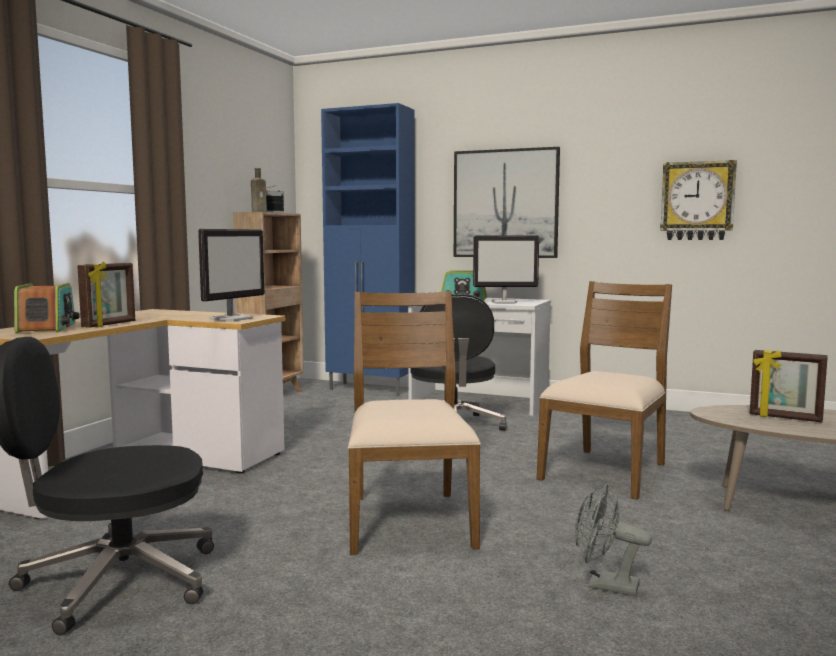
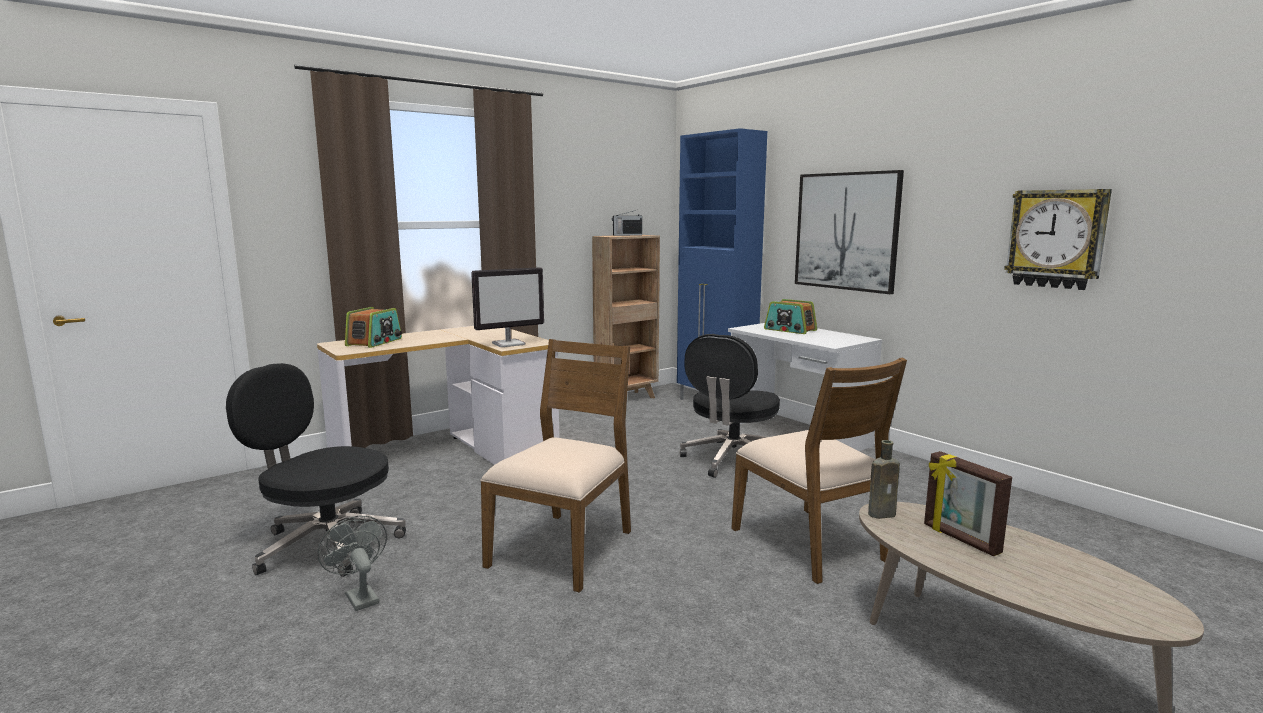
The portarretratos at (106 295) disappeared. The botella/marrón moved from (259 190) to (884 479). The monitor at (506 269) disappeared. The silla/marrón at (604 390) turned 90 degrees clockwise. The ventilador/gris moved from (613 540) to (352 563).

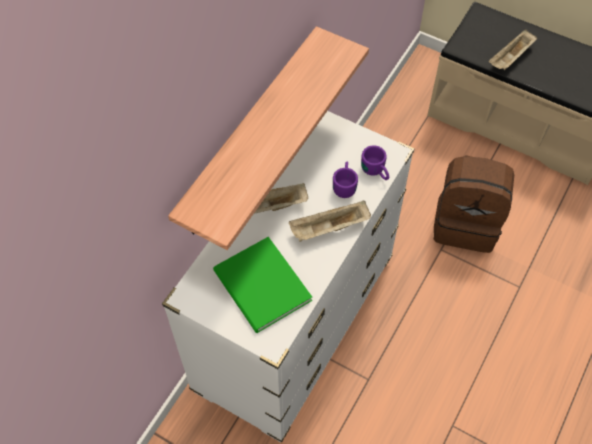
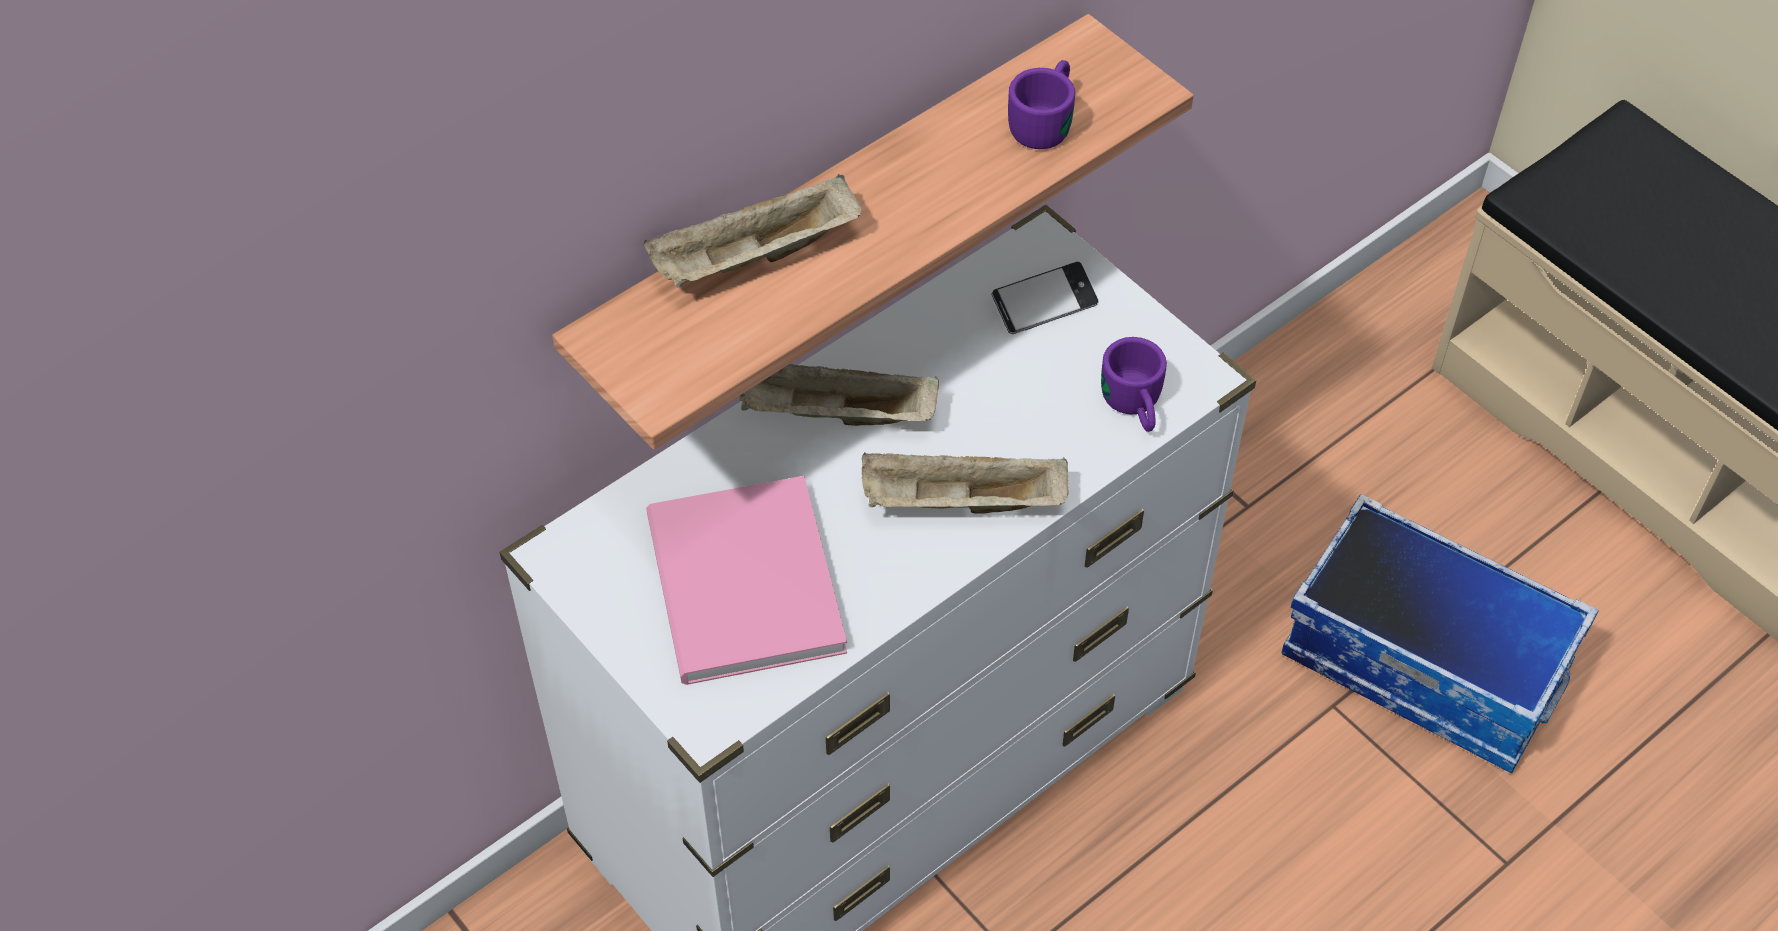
The libro/verde at (262 285) became the libro/rosa at (746 580). The taza grande/morado moved from (345 180) to (1041 104). The mochila/marrón at (474 204) was replaced by the caja de almacenaje at (1440 633). The bandeja/beis moved from (513 49) to (753 230). The móvil at (1045 298) appeared.

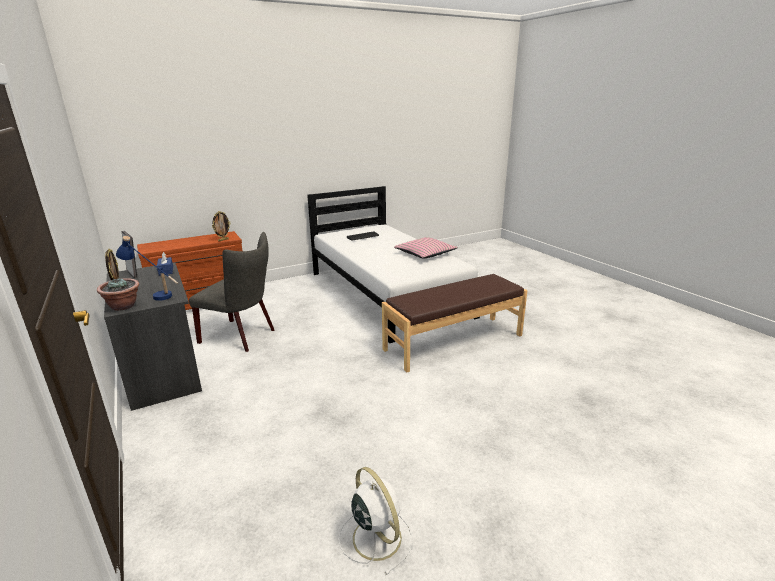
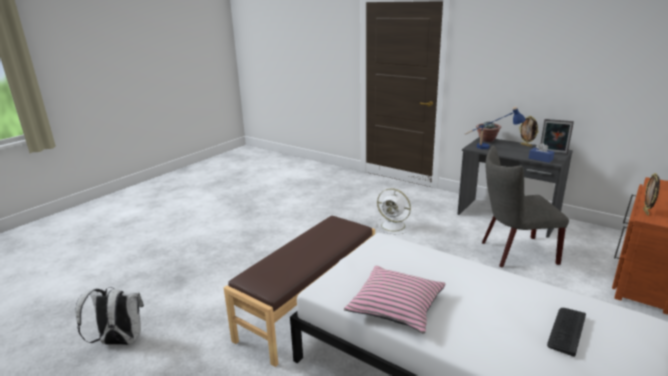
The ventilador/blanco moved from (375 521) to (394 211). The mochila/blanco at (110 316) appeared.

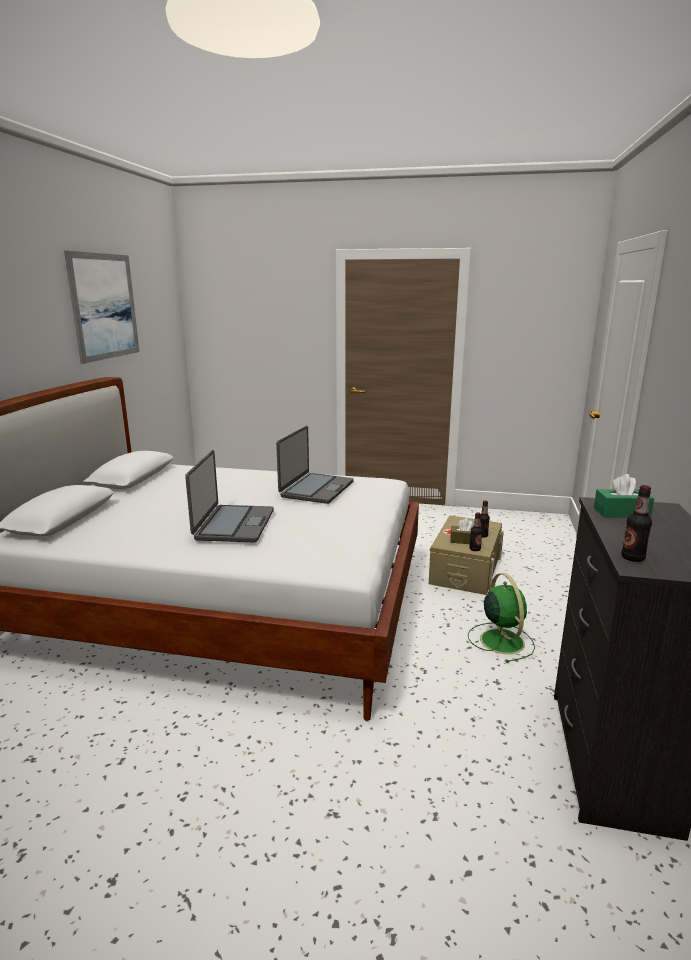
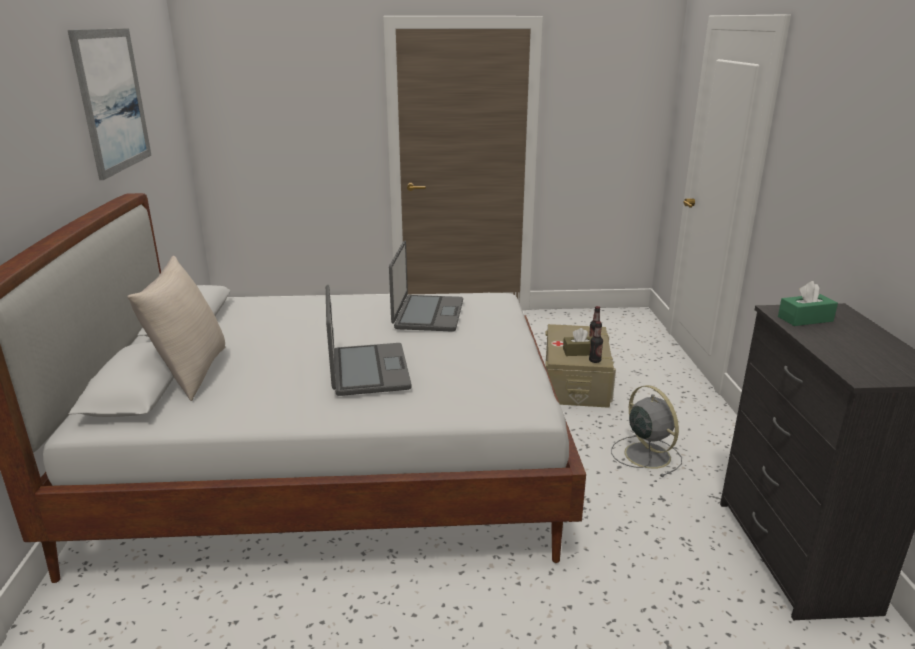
The ventilador/verde at (501 618) became the ventilador/gris at (646 431). The botella at (636 523) disappeared. The cojín/beis at (176 328) appeared.

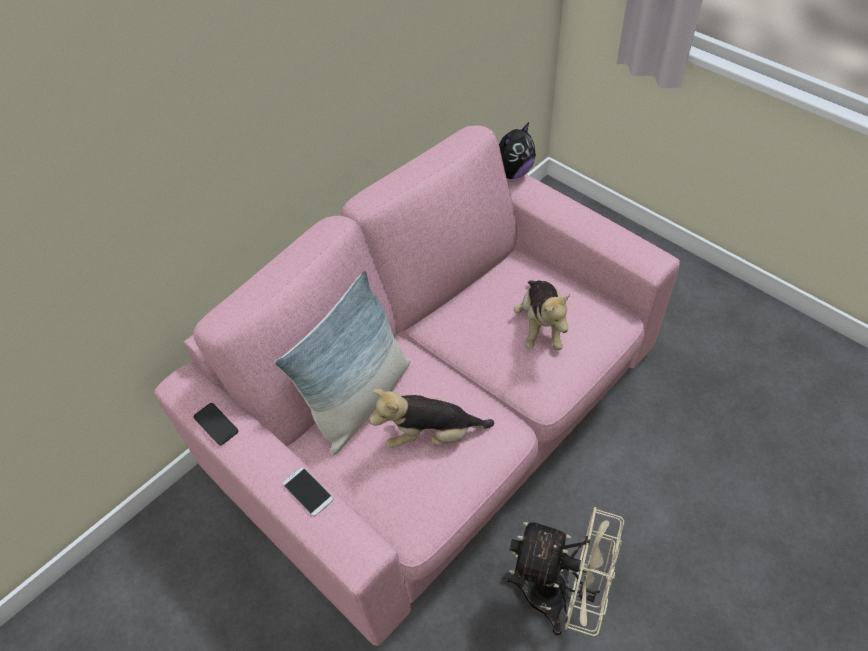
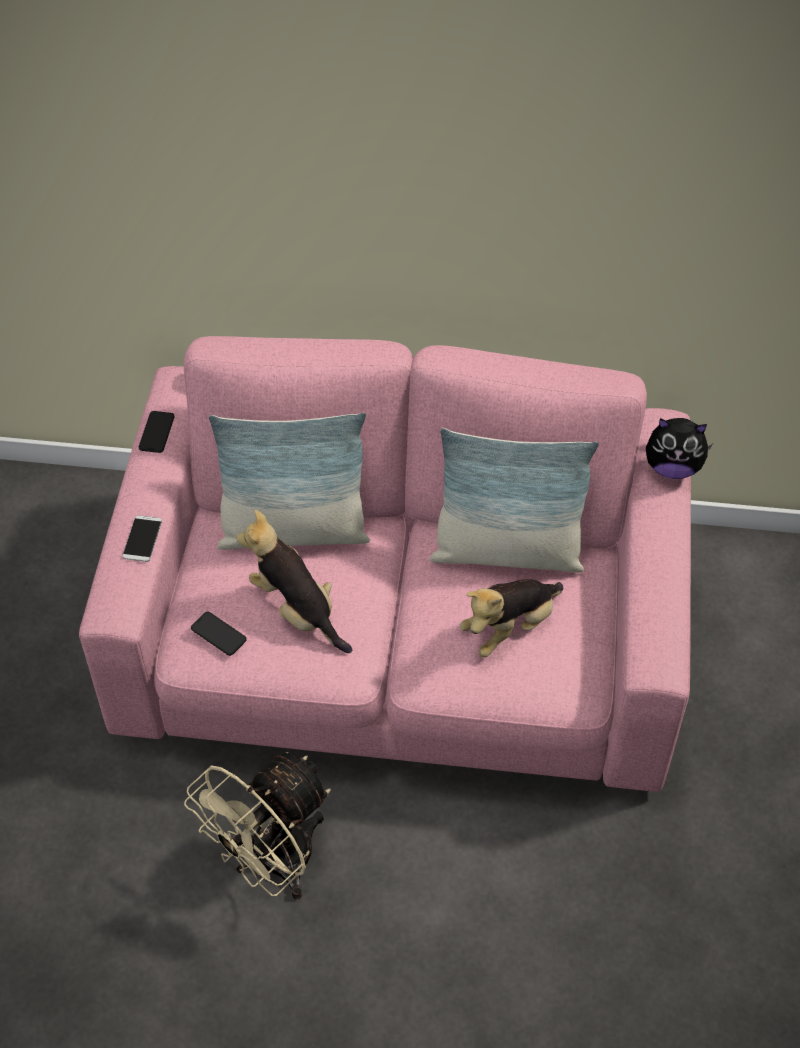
The ventilador/beis at (563 571) turned 60 degrees clockwise. The móvil at (219 633) appeared. The cojín at (514 500) appeared.

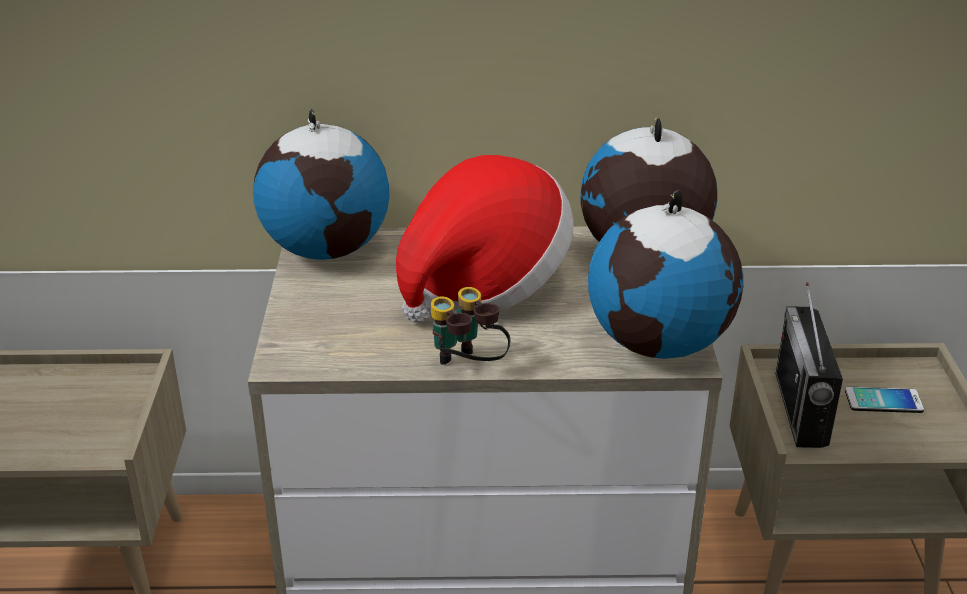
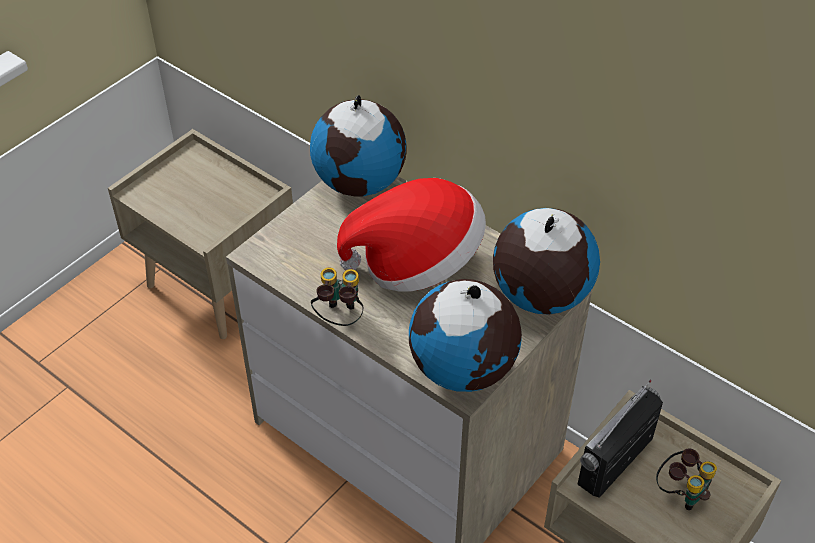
The móvil at (884 400) was replaced by the prismáticos at (686 479).

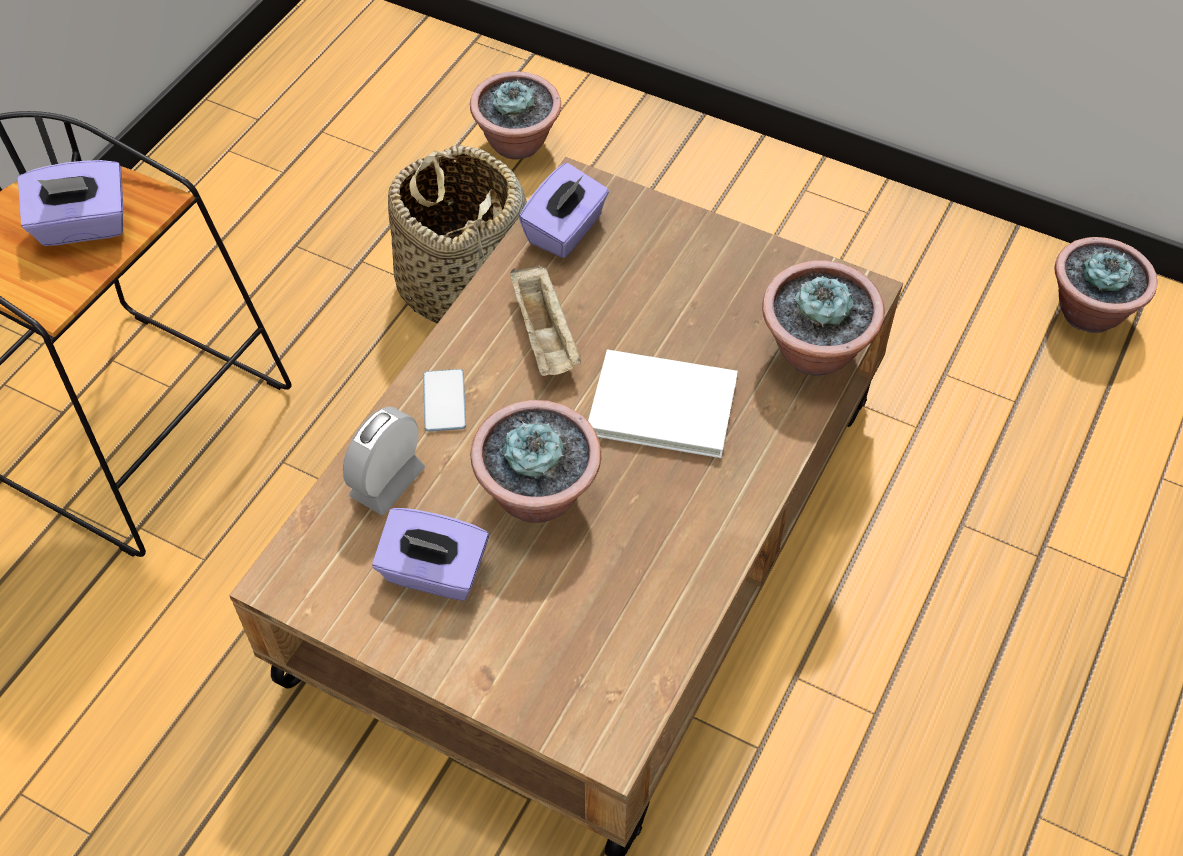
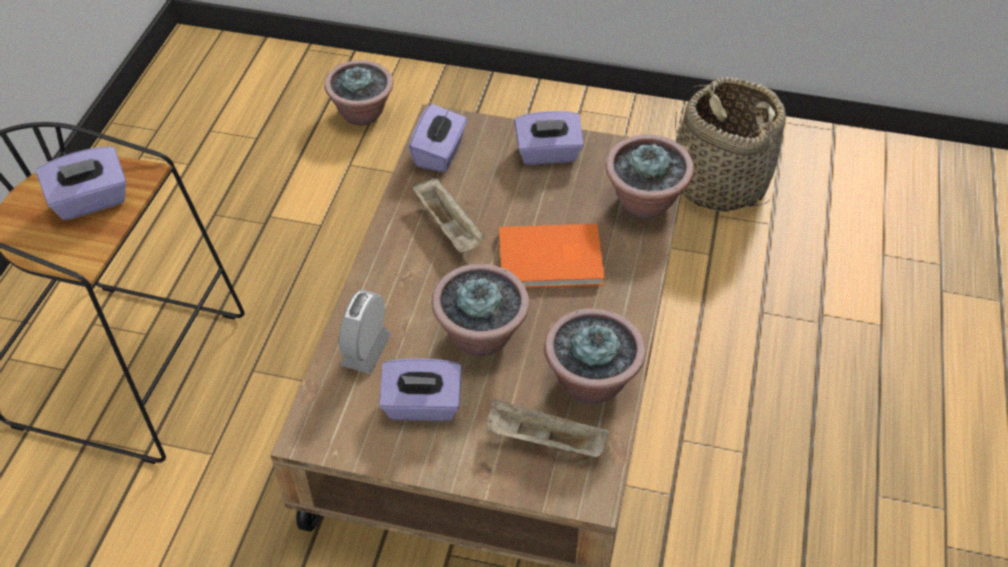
The cesta moved from (457 234) to (730 144). The móvil at (444 400) disappeared. The libro/blanco at (663 403) became the libro/naranja at (552 256). The planta en maceta moved from (1106 285) to (594 356). The bandeja/beis at (548 428) appeared. The caja de pañuelos/morado at (549 138) appeared.

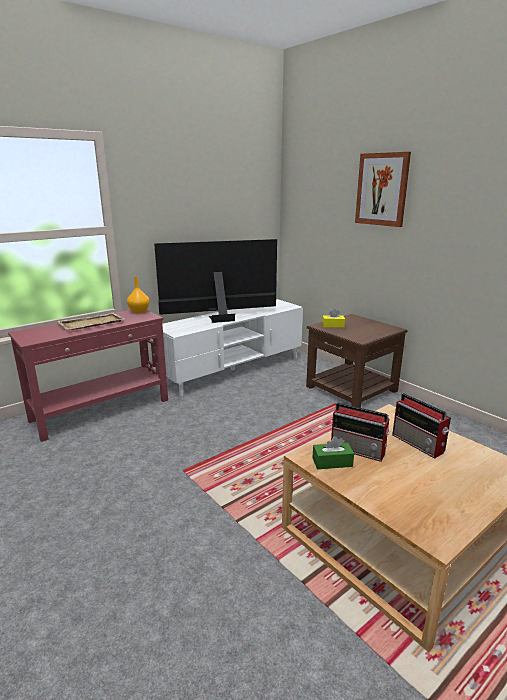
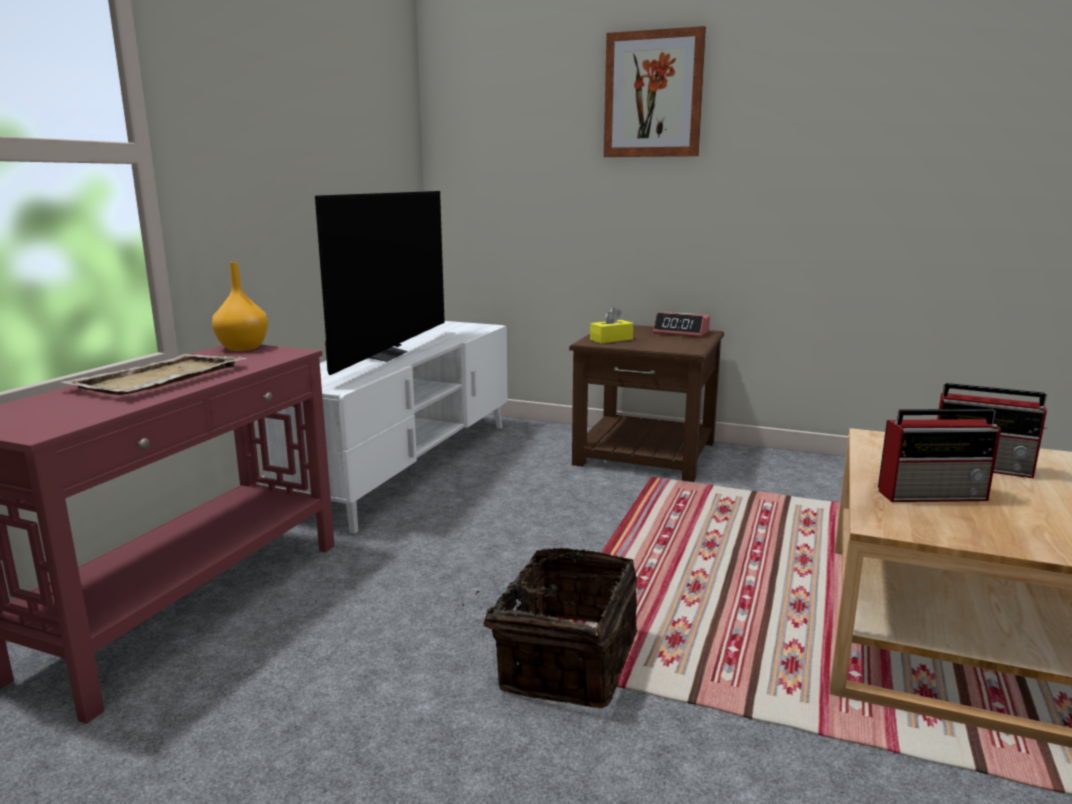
The televisor at (215 281) turned 150 degrees clockwise. The caja de pañuelos/verde at (333 452) disappeared. The cesta at (549 628) appeared. The despertador at (681 324) appeared.

